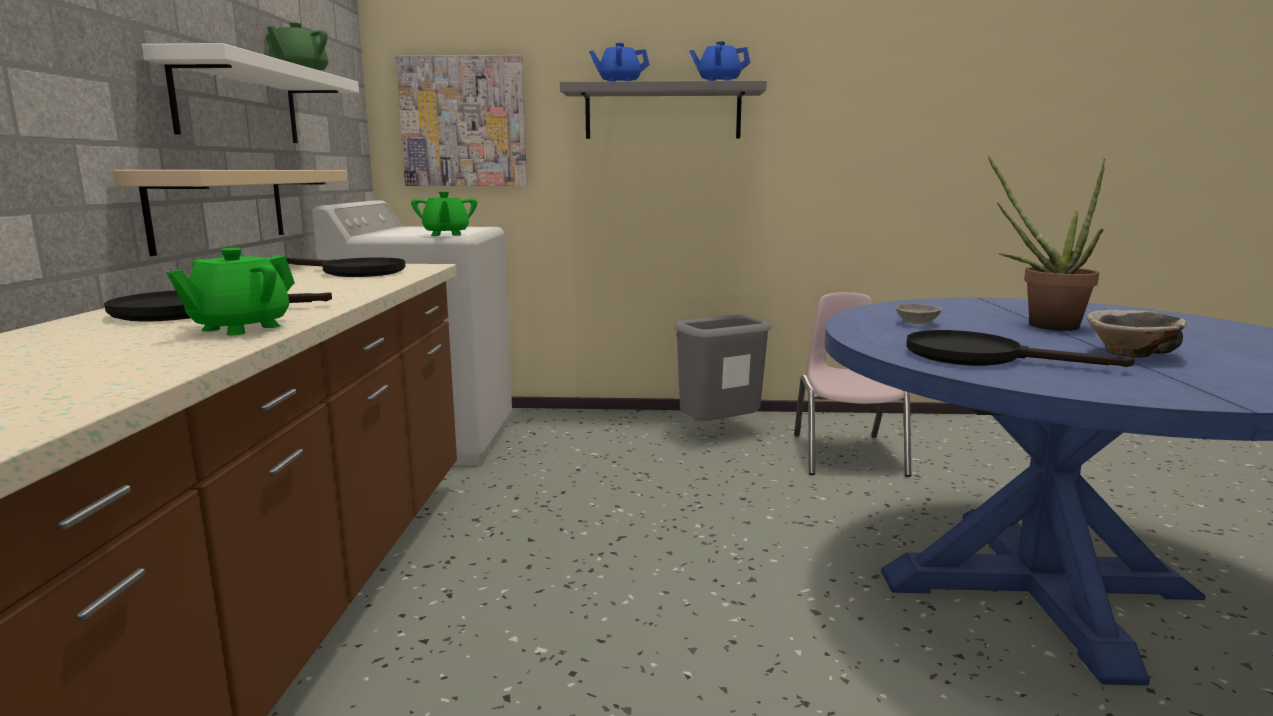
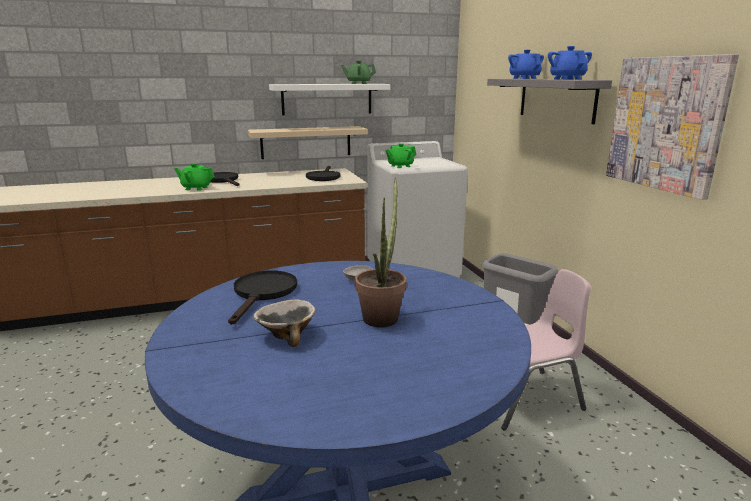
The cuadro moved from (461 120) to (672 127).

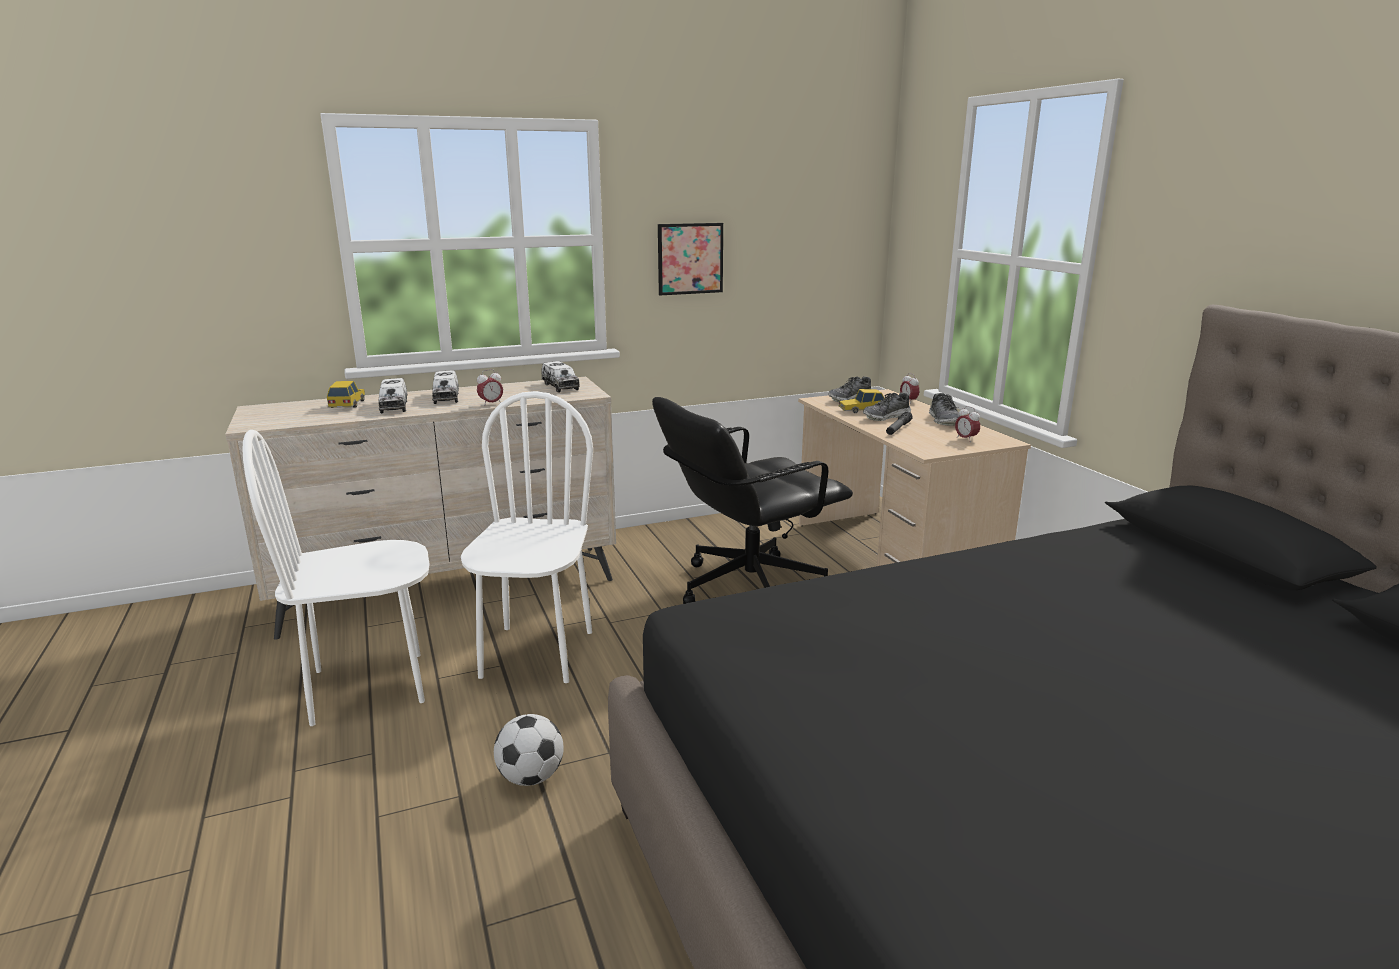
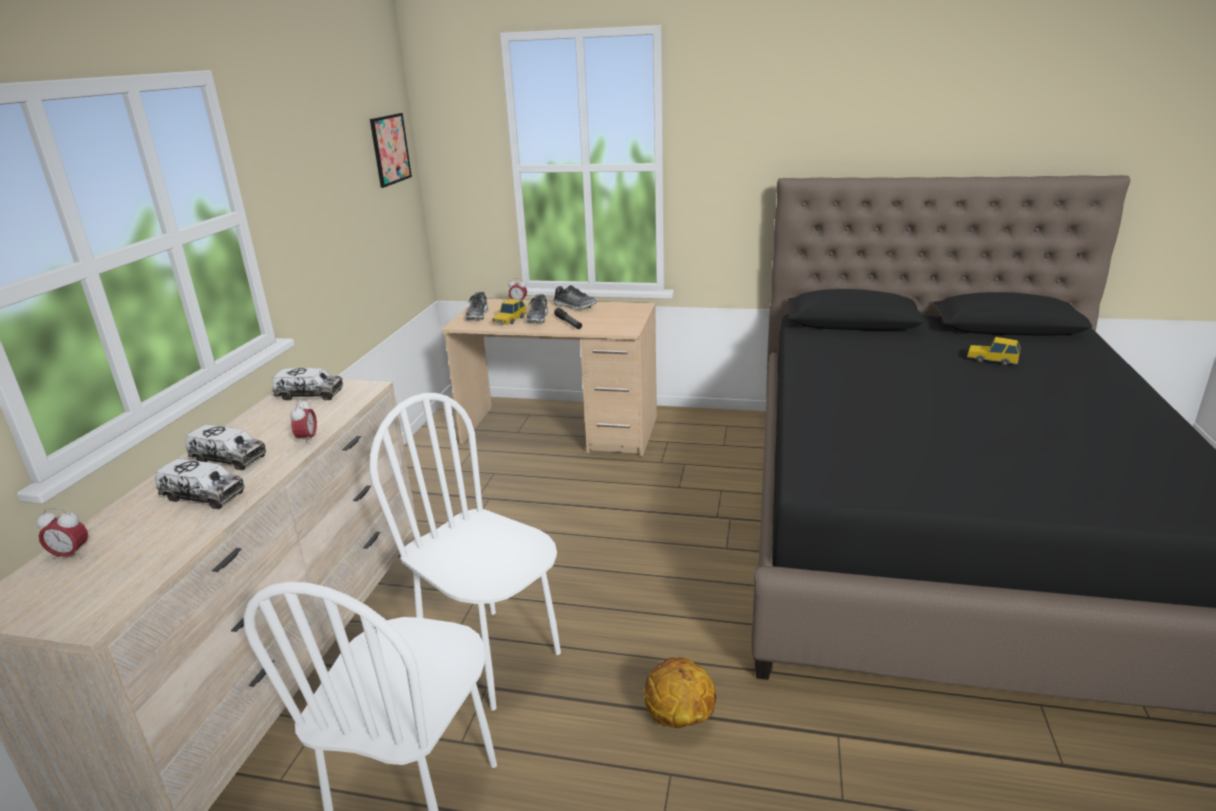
The coche de juguete moved from (346 394) to (994 351). The balón de fútbol at (529 750) was replaced by the balón de baloncesto at (680 692). The silla de oficina/negro at (752 500) disappeared. The cuadro moved from (690 259) to (391 150). The despertador moved from (967 424) to (62 533).

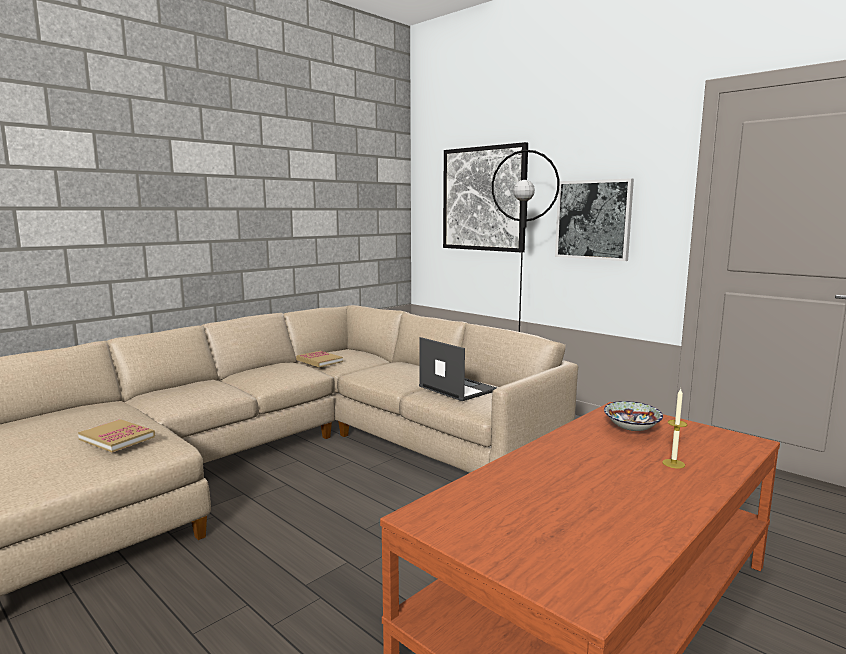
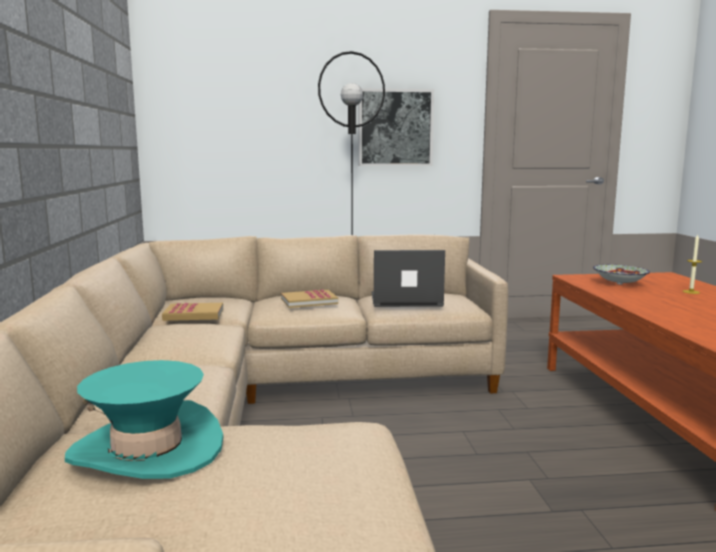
The libro moved from (116 435) to (309 299). The cuadro at (485 197) disappeared. The sombrero/turquesa at (144 419) appeared.

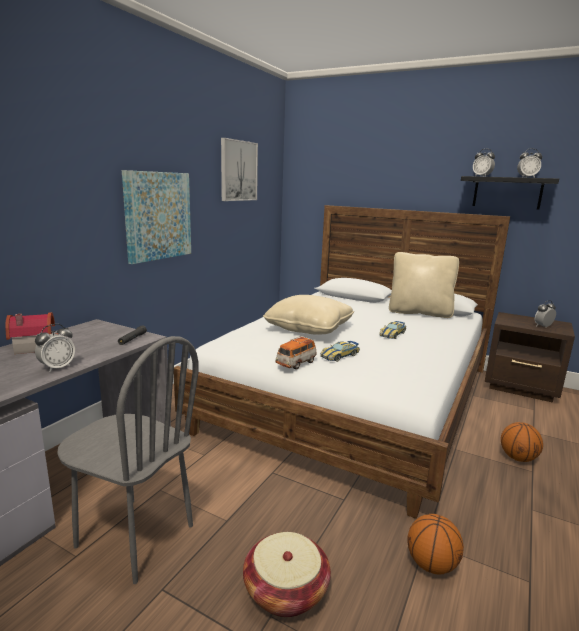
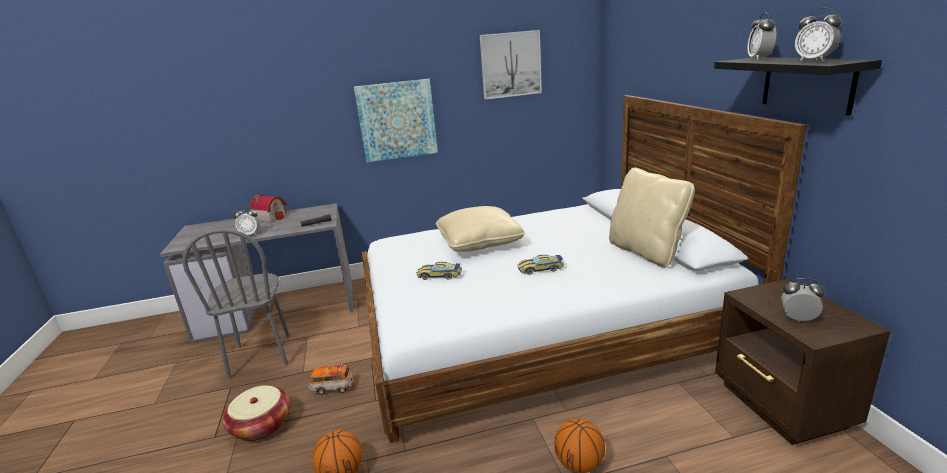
The coche de juguete moved from (296 352) to (331 379).

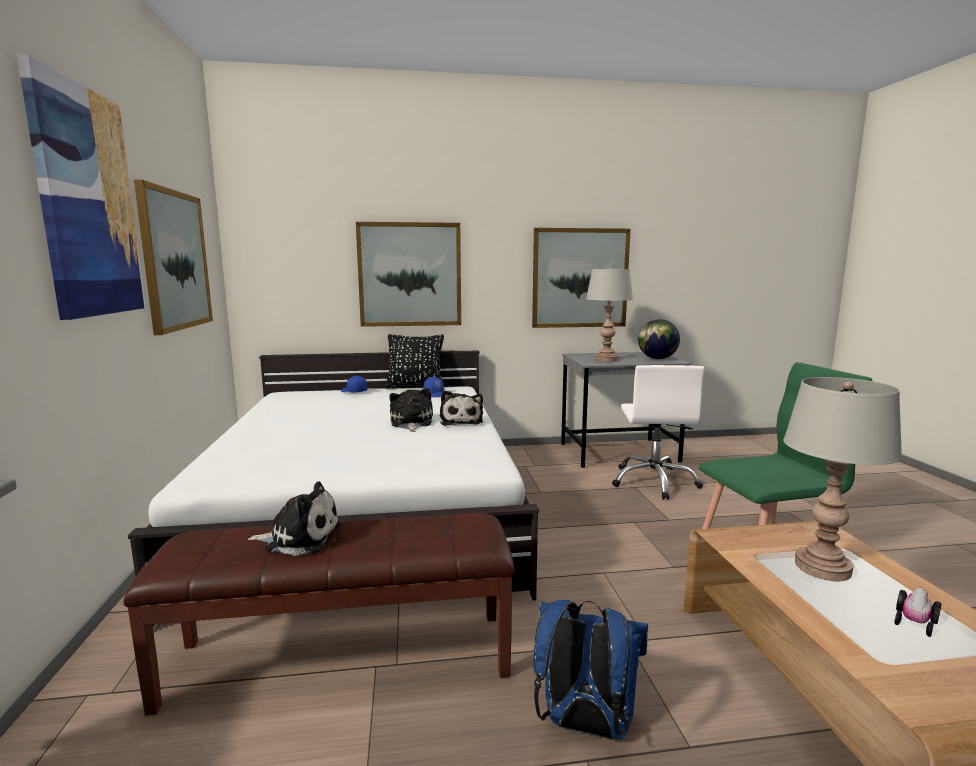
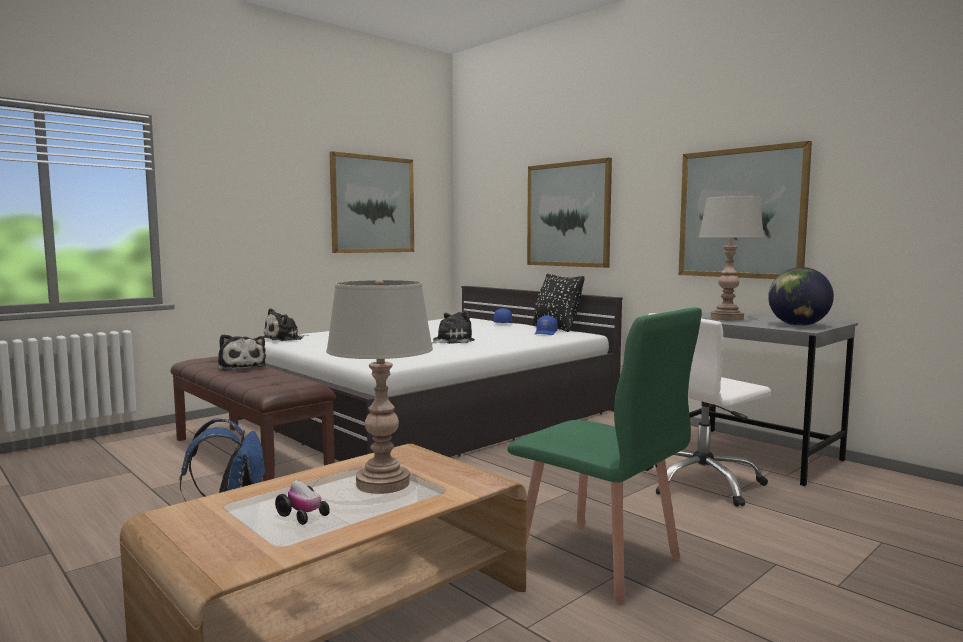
The cuadro at (81 187) disappeared. The peluche moved from (461 408) to (286 324). The coche de juguete at (917 612) turned 150 degrees counterclockwise.

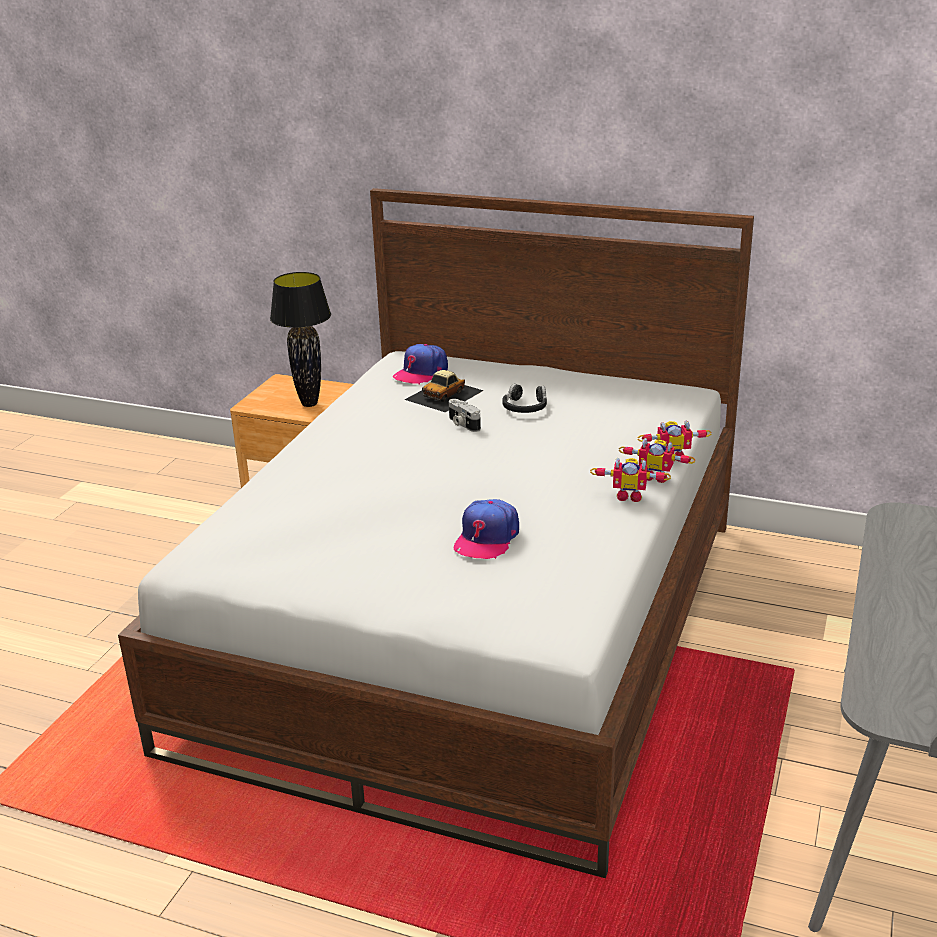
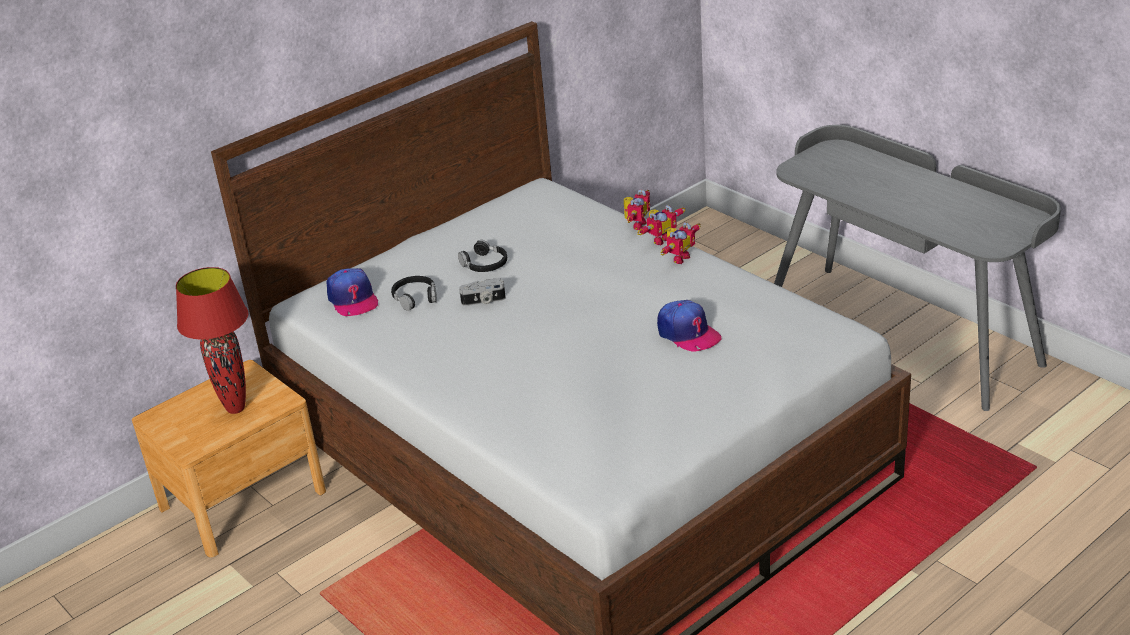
The lámpara de mesa/negro at (300 339) became the lámpara de mesa/rojo at (212 340). The coche de juguete at (444 391) was replaced by the auriculares/negro at (414 293).

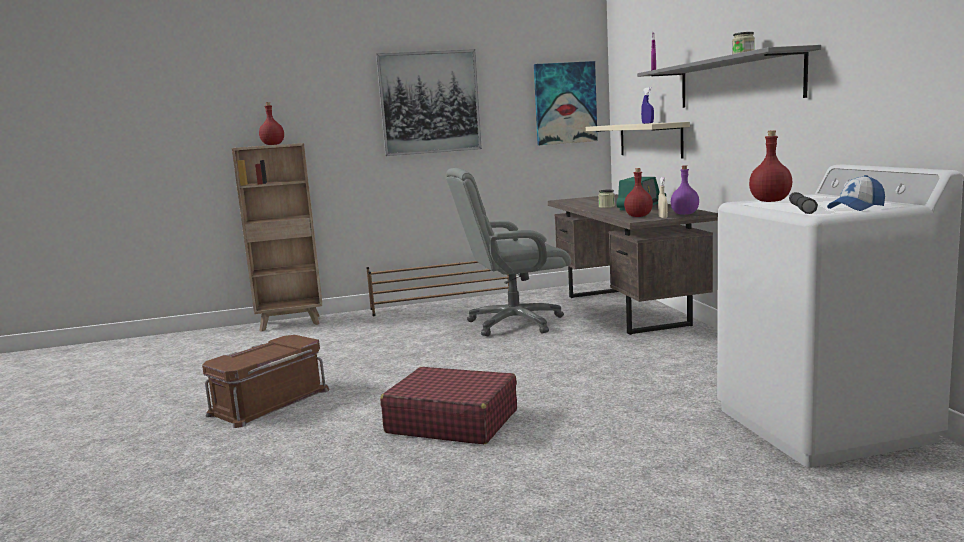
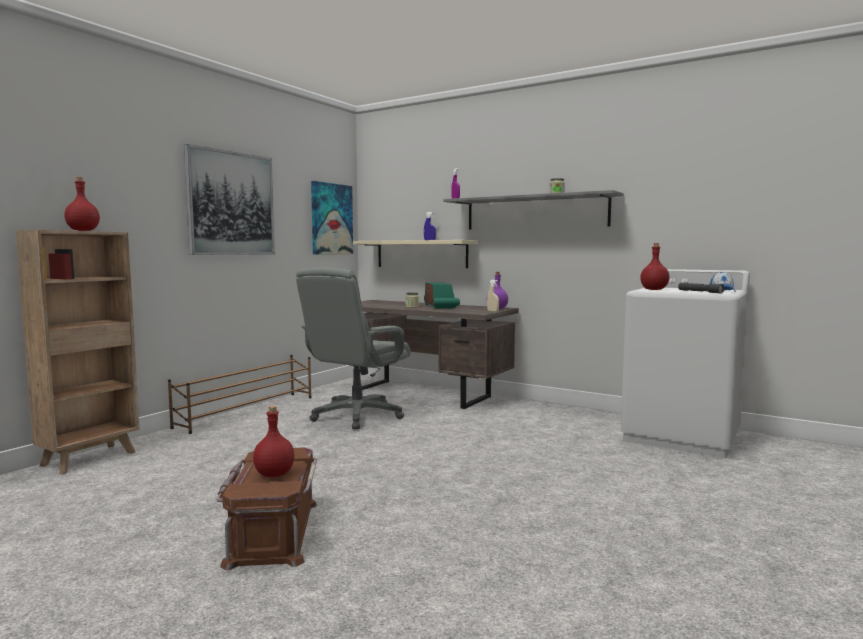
The maleta/rojo at (448 405) disappeared. The botella/rojo moved from (638 192) to (273 441).

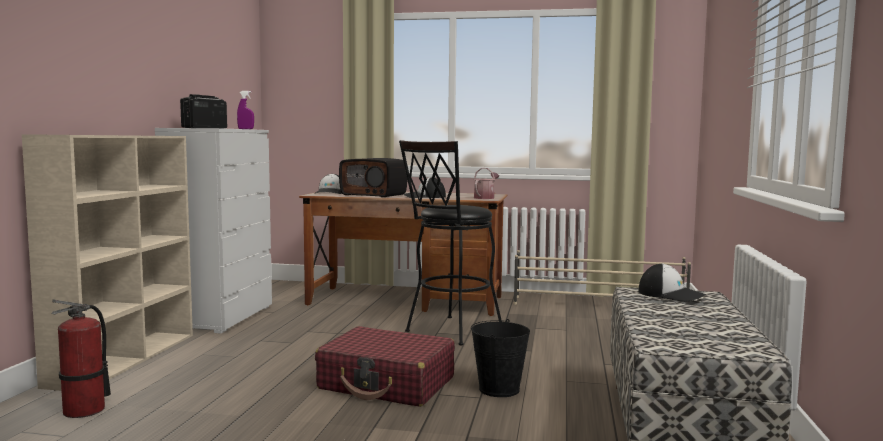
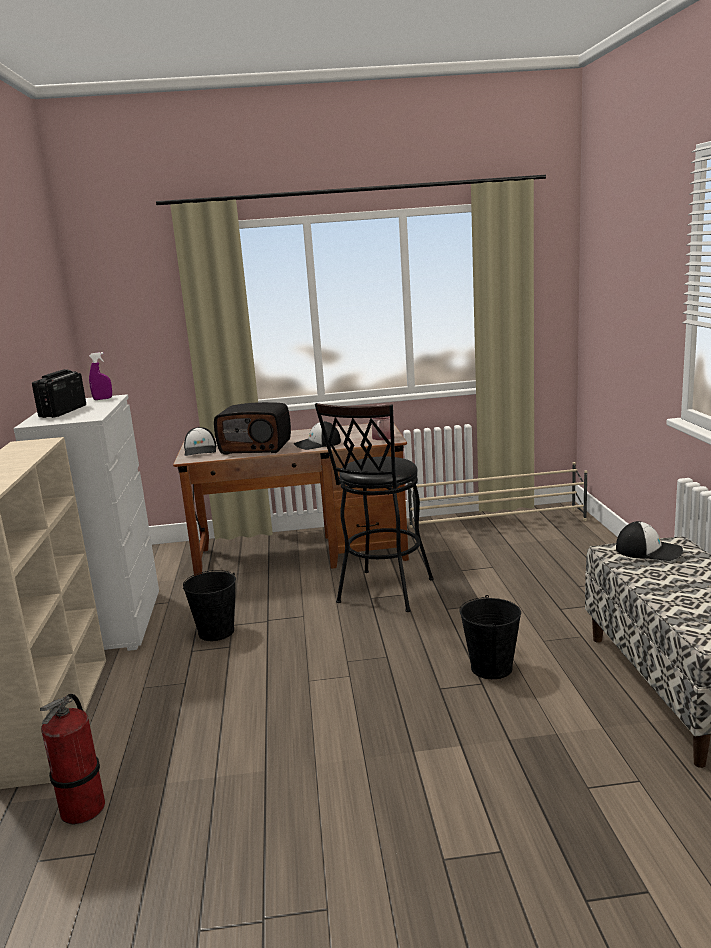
The maleta/rojo at (385 366) disappeared. The cubo/negro at (209 605) appeared.

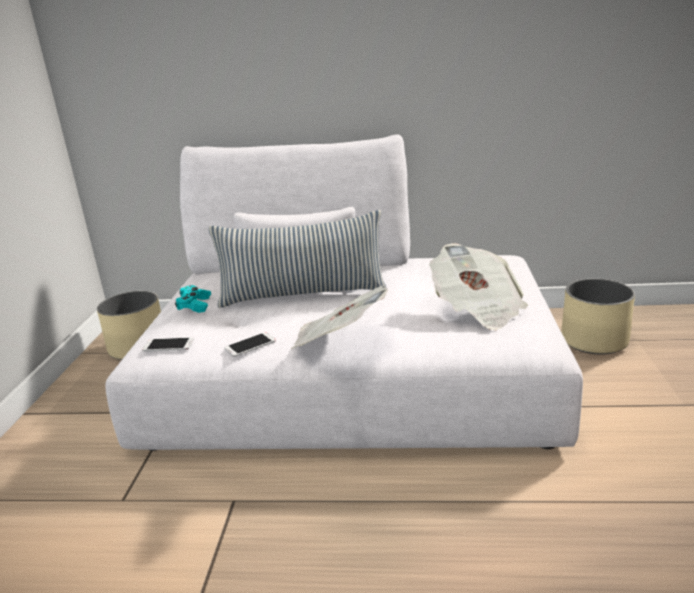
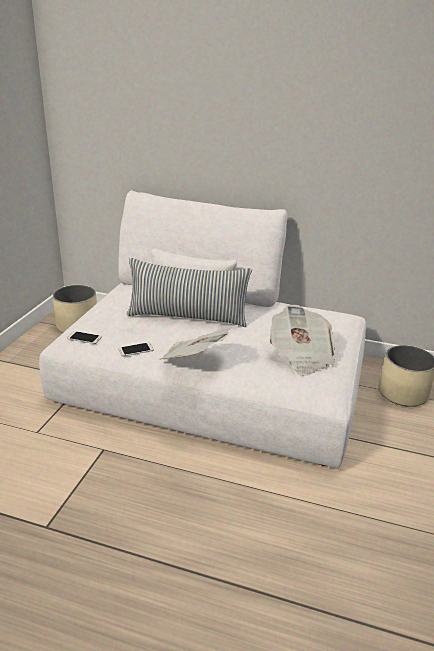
The mando de consola/turquesa at (193 299) disappeared.

